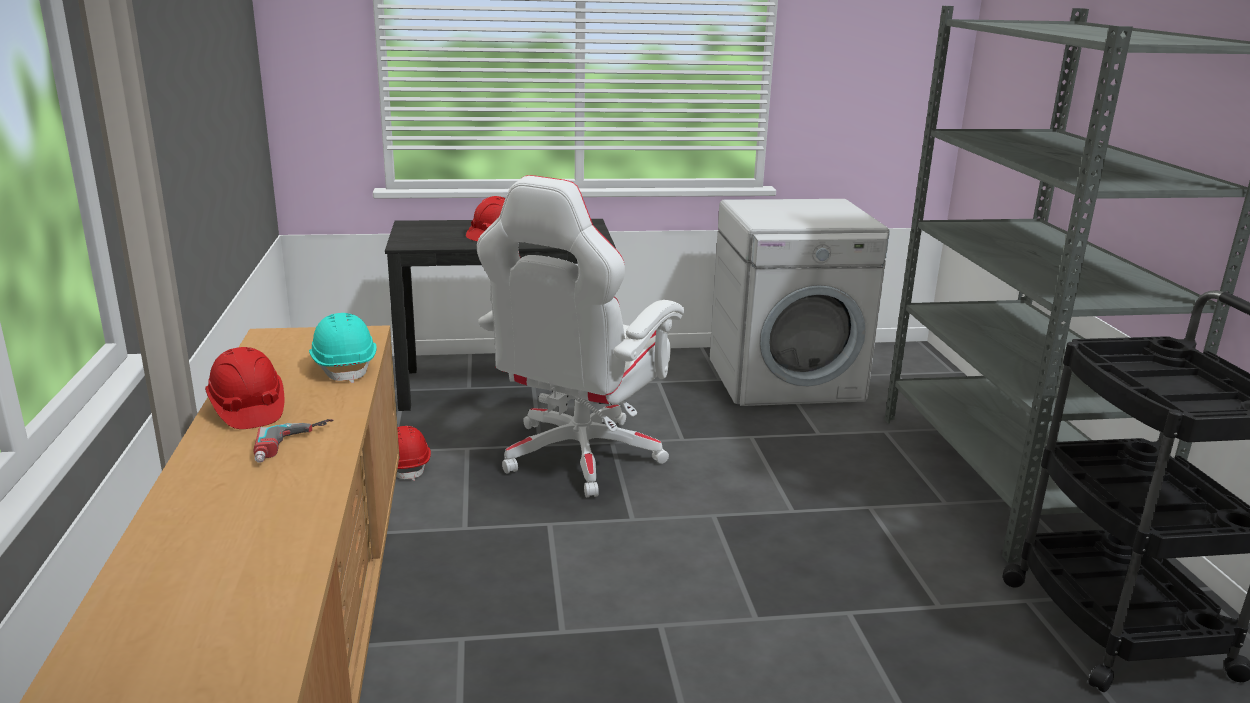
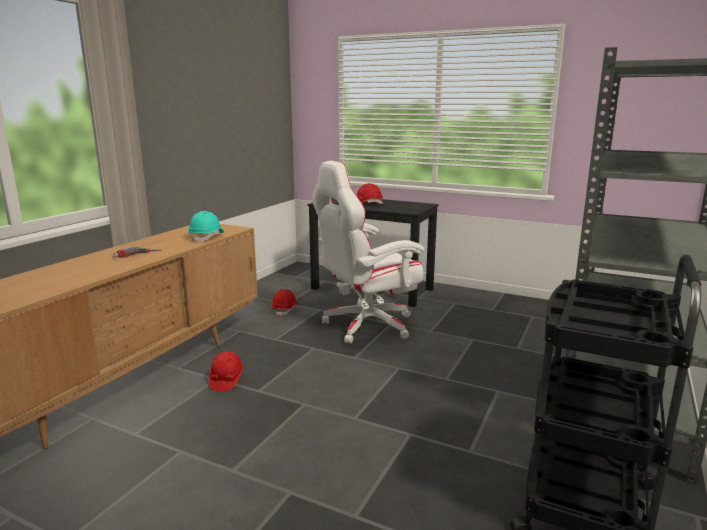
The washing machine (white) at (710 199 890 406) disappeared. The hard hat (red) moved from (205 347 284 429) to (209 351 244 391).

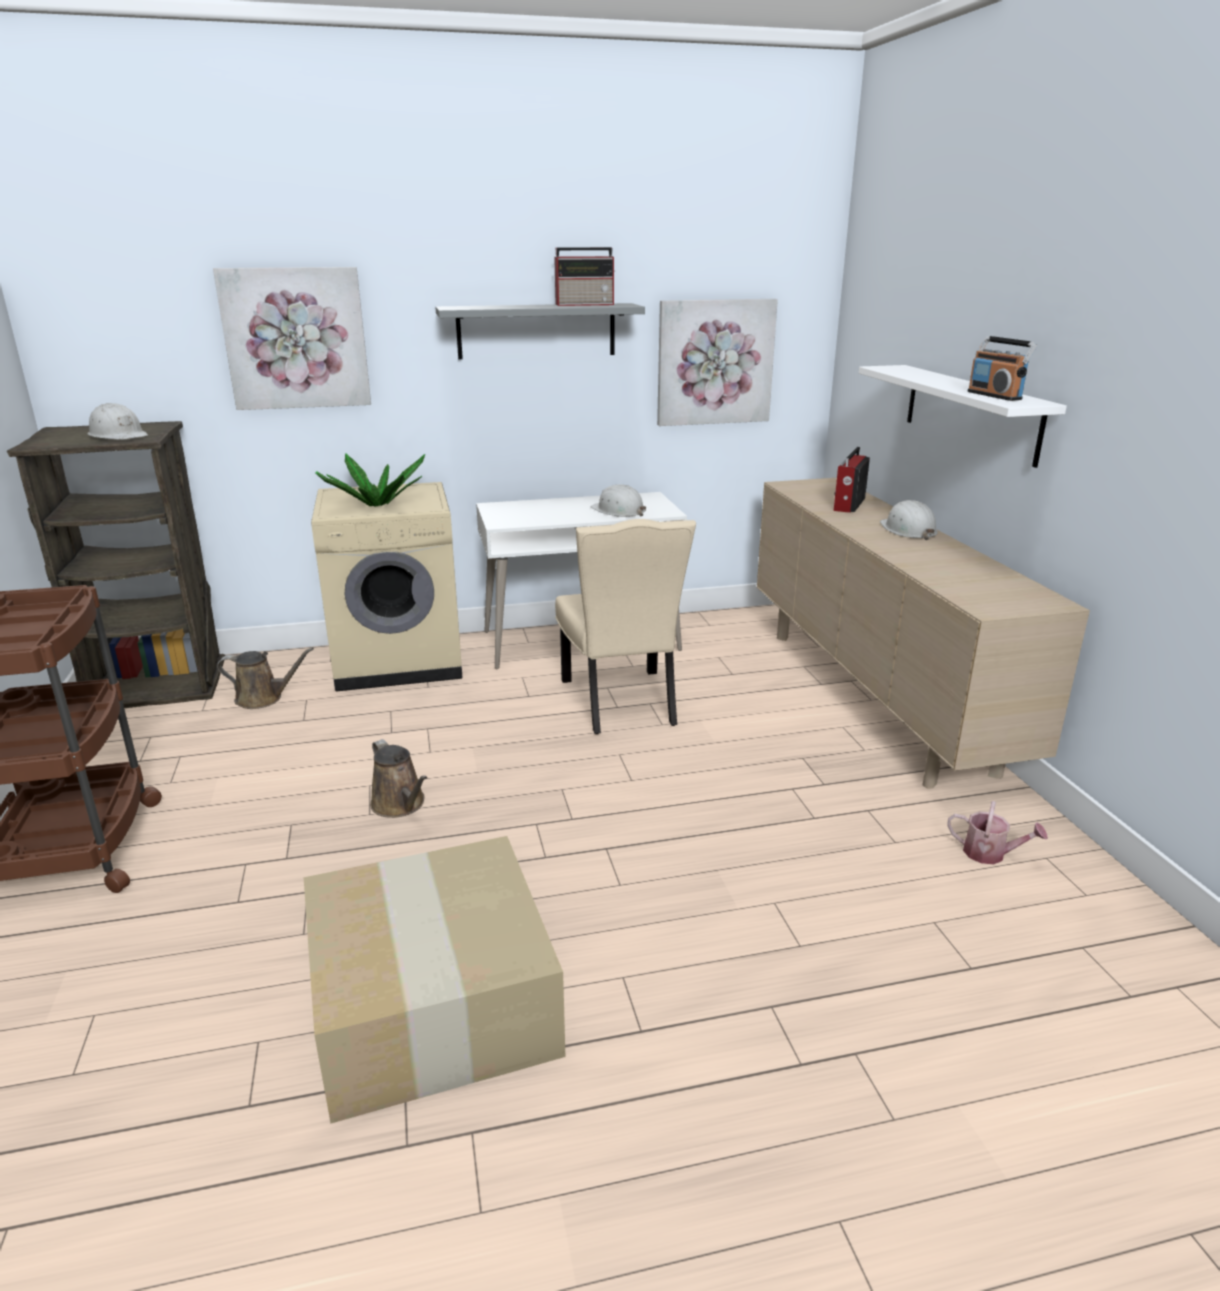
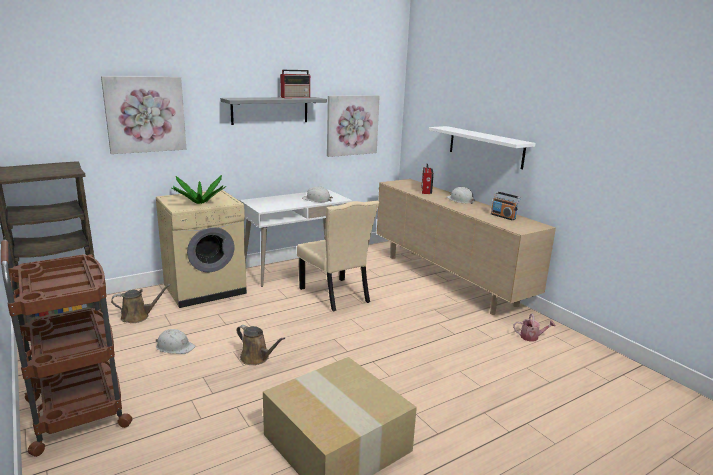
The radio moved from (967 336 1037 401) to (491 191 521 220). The hard hat (white) moved from (88 403 148 440) to (156 329 195 354).

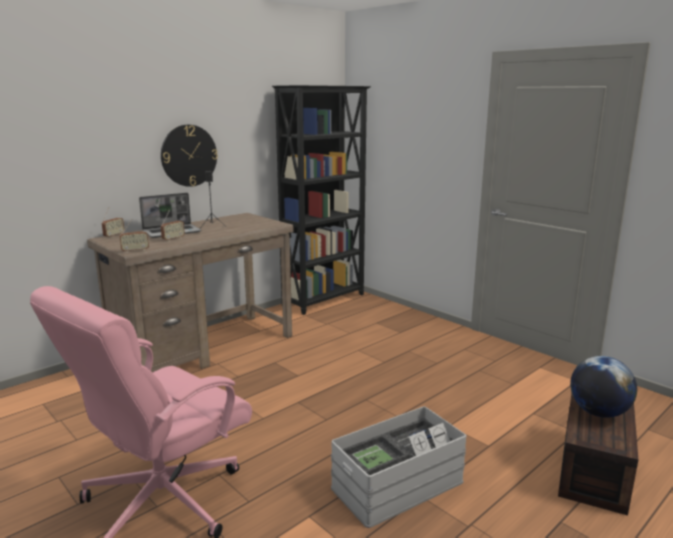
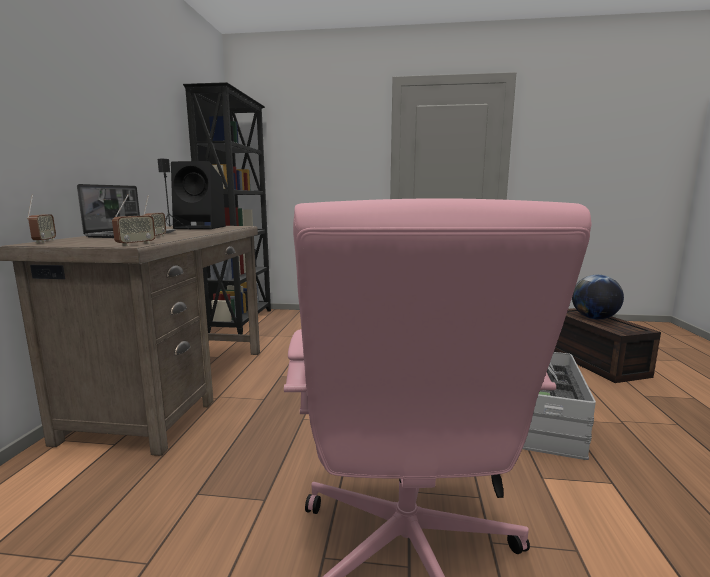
The wall clock at (161 125 218 187) disappeared. The speaker (black) at (171 161 226 229) appeared.

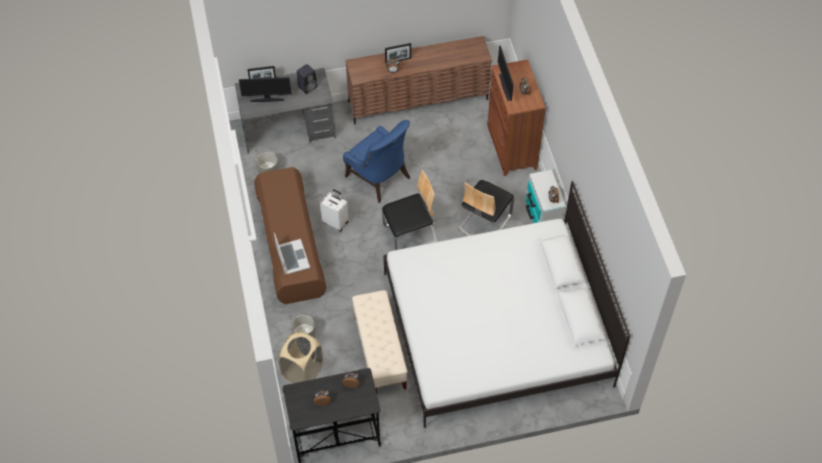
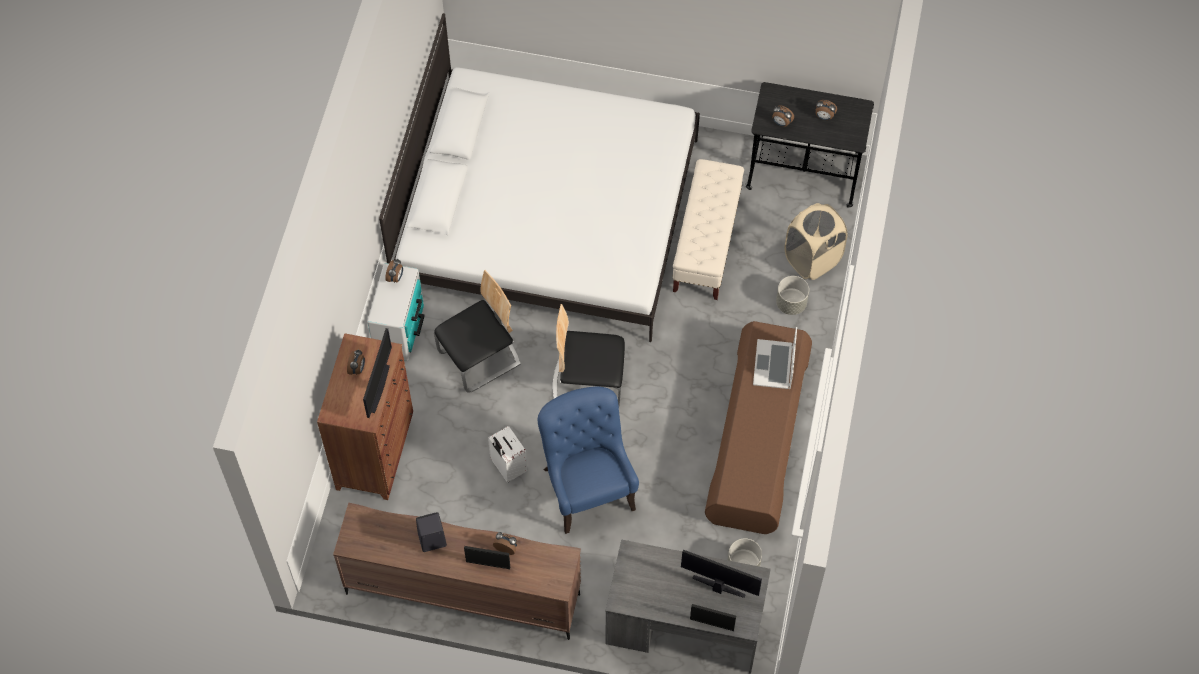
The speaker (black) moved from (297 64 317 94) to (416 512 447 552). The suitcase (white) moved from (320 189 348 232) to (488 426 527 483).

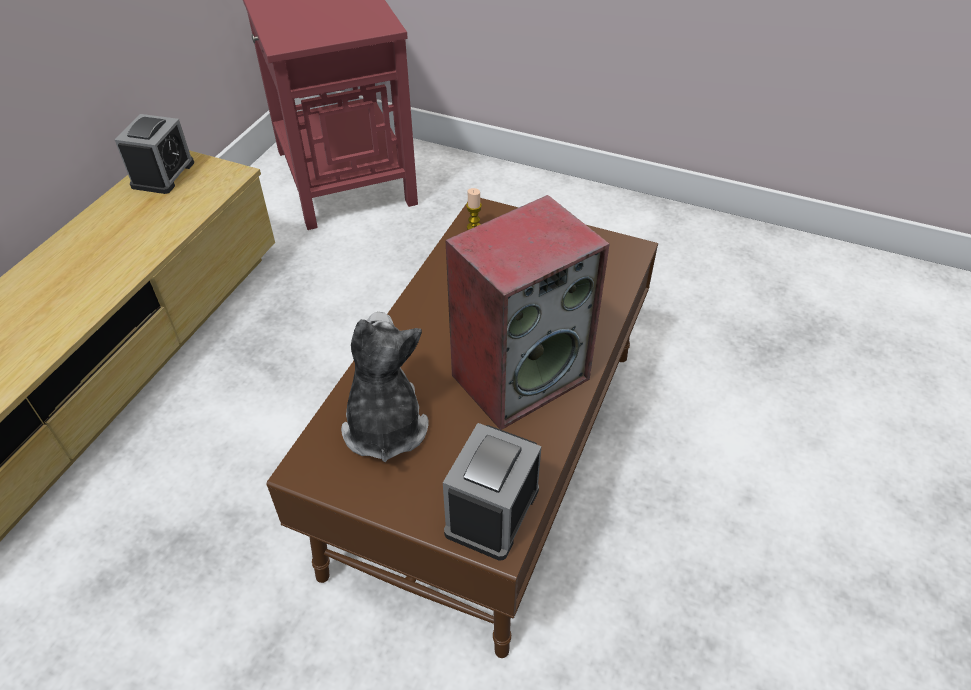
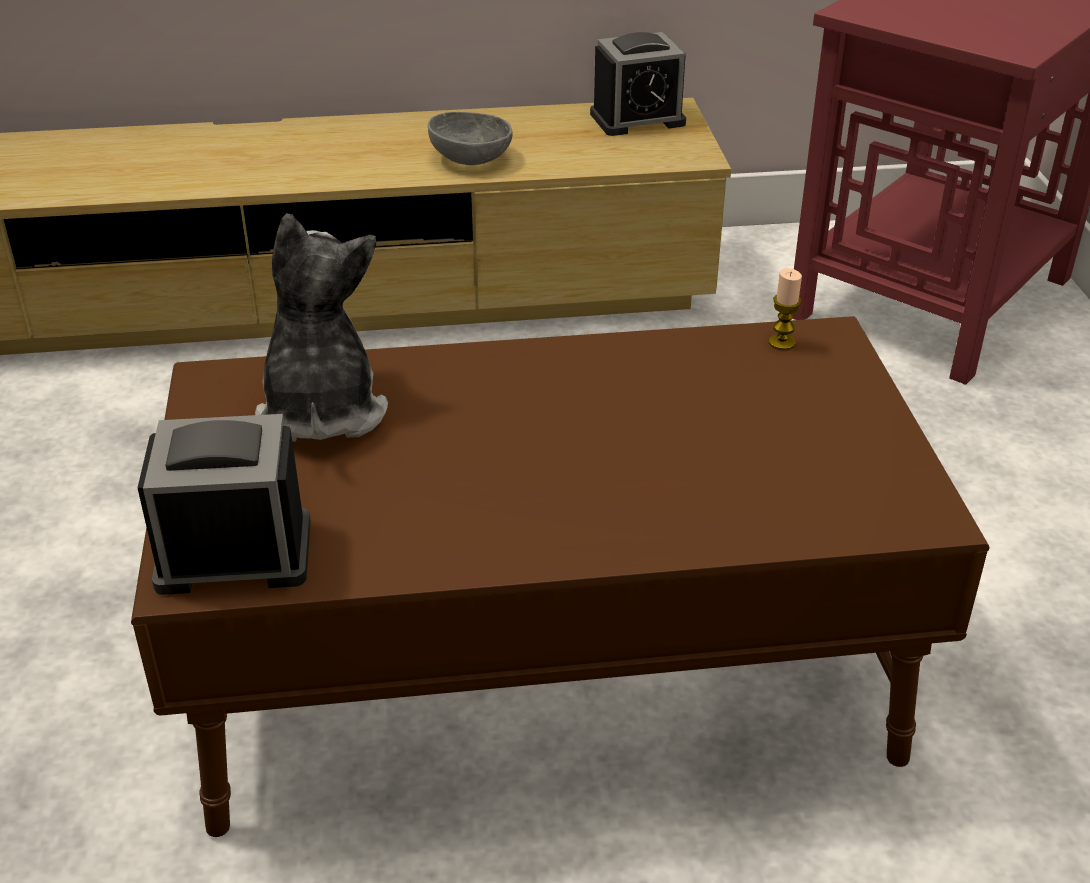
The speaker at (445 195 610 430) disappeared. The plush toy at (341 312 429 462) turned 60 degrees counterclockwise. The bowl (grey) at (428 112 513 165) appeared.

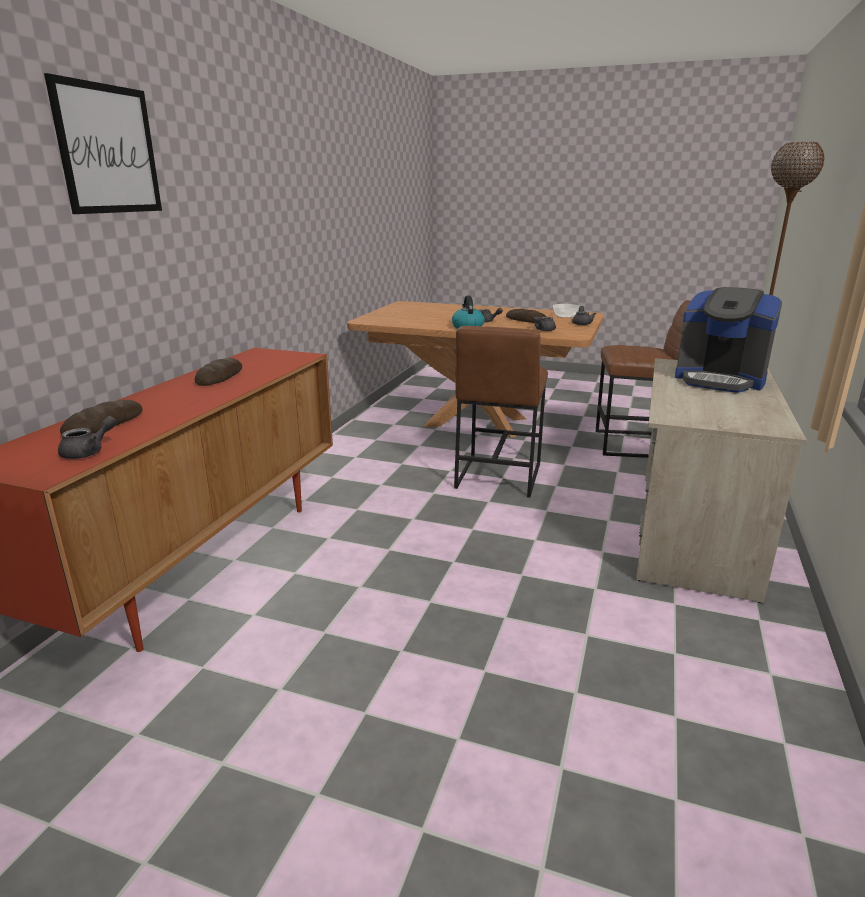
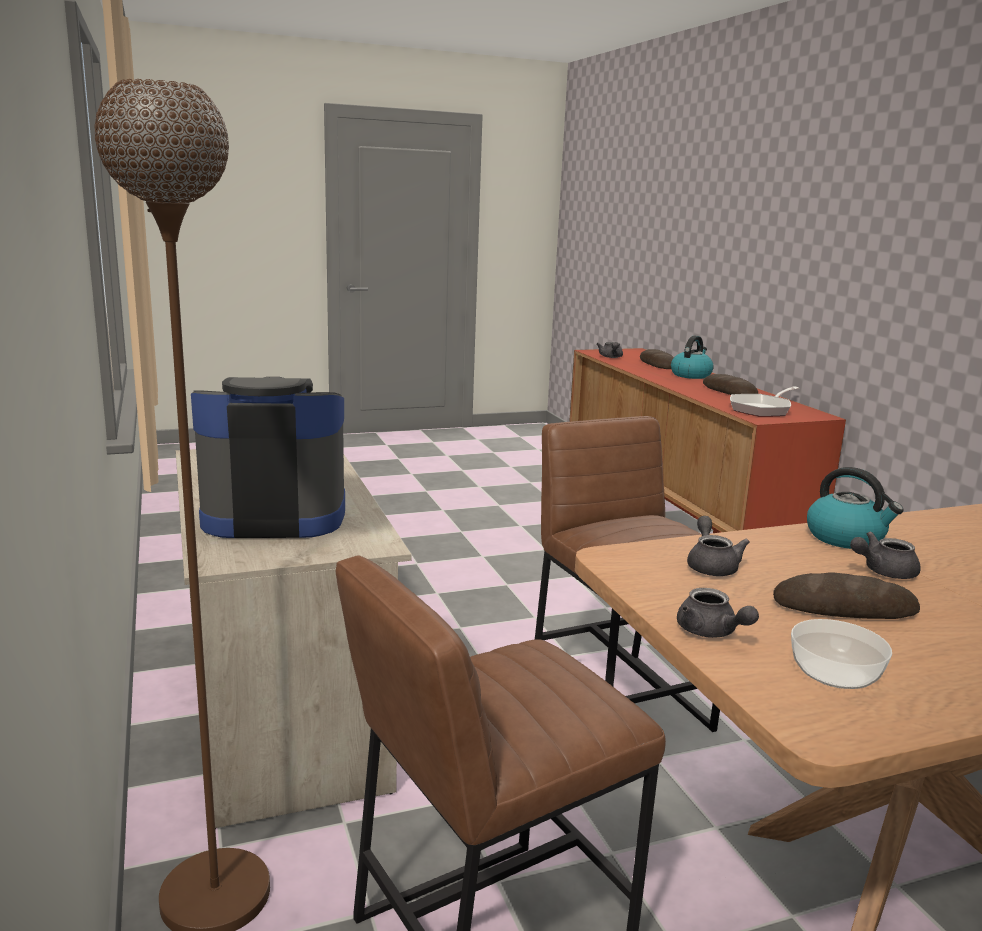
The picture at (44 73 162 214) disappeared. The kettle at (671 336 714 379) appeared. The frying pan at (730 386 799 417) appeared.

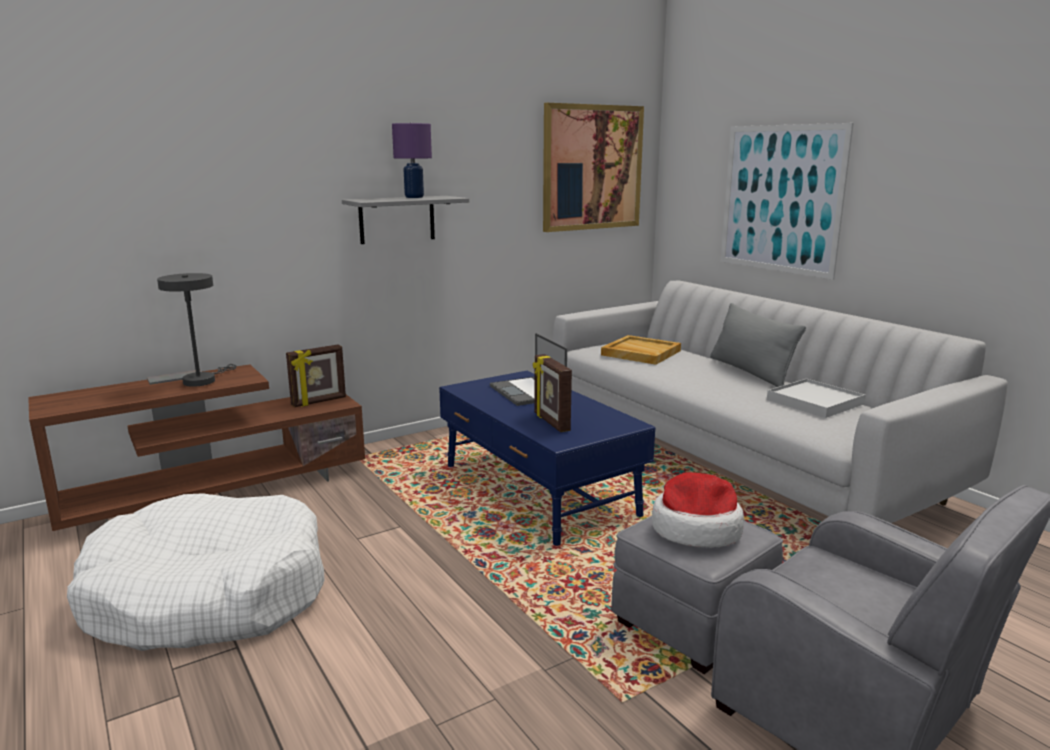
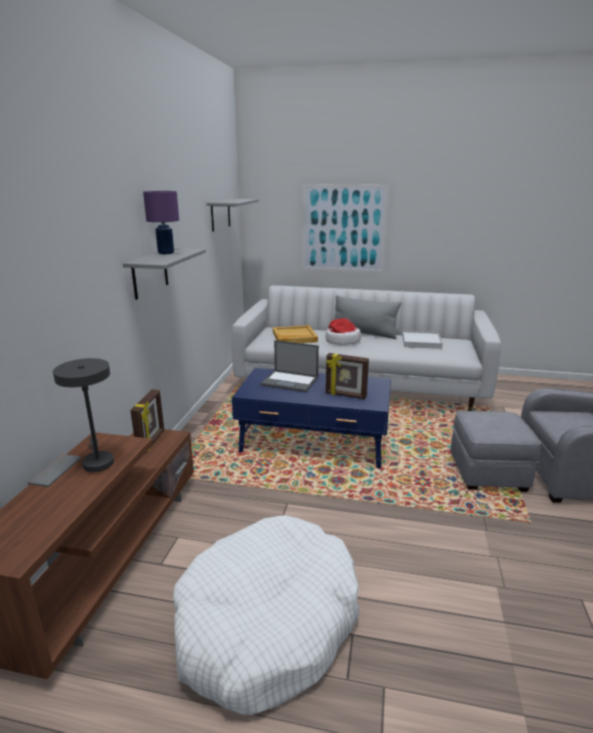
The picture at (543 103 644 232) was replaced by the shelf (grey) at (207 199 259 232). The hat moved from (652 472 744 548) to (325 318 361 345).

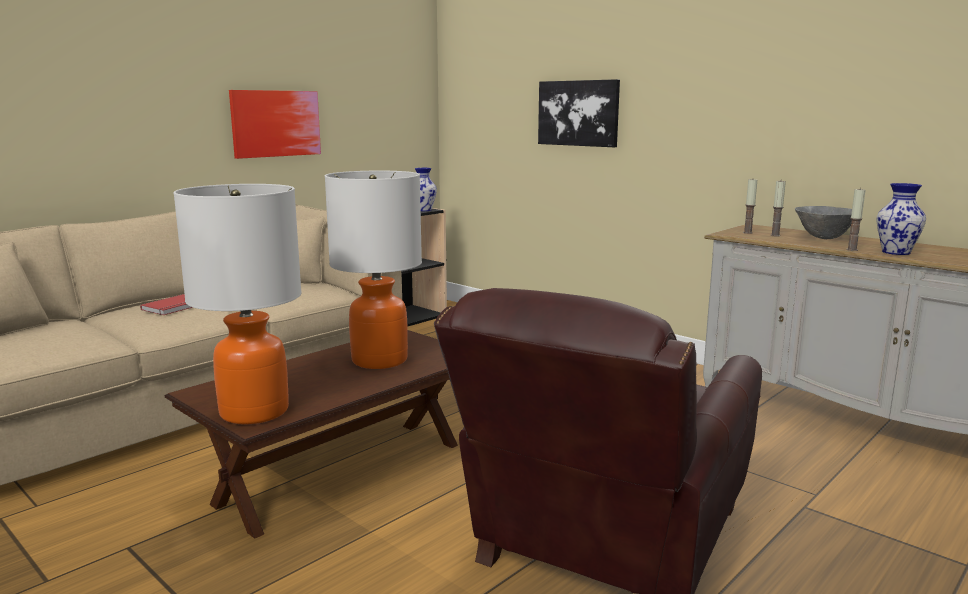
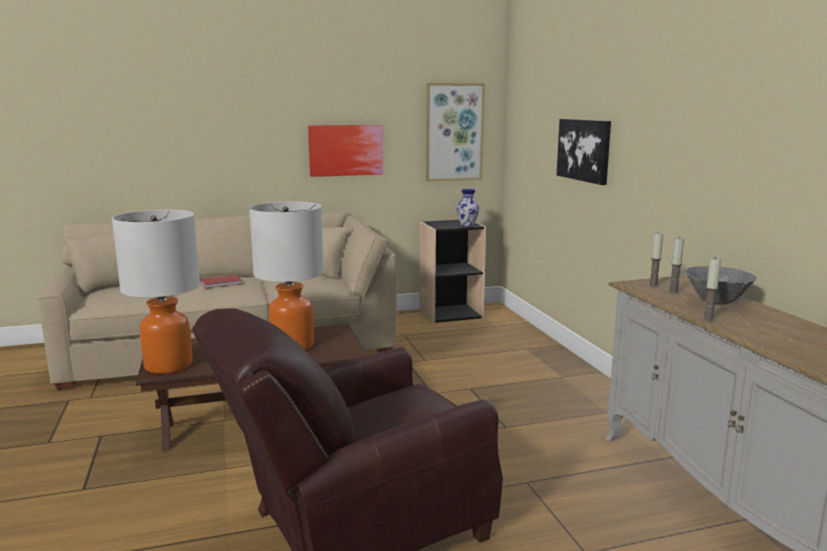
The vase at (876 183 926 255) disappeared. The picture at (426 83 485 181) appeared.

